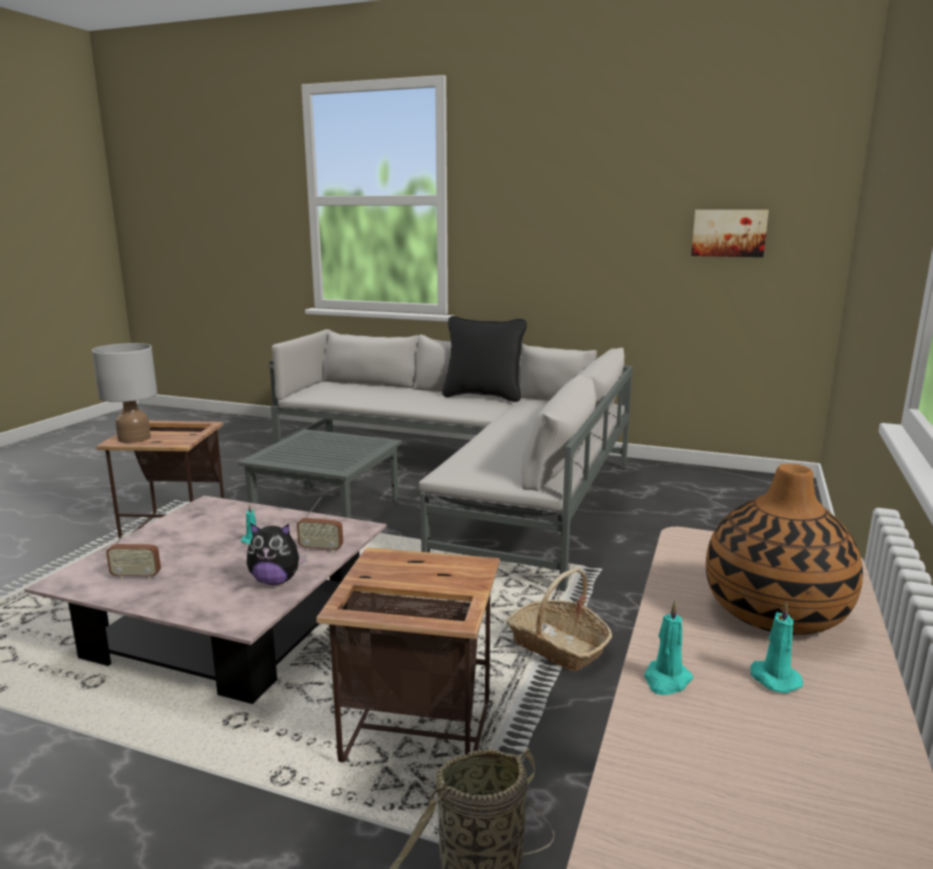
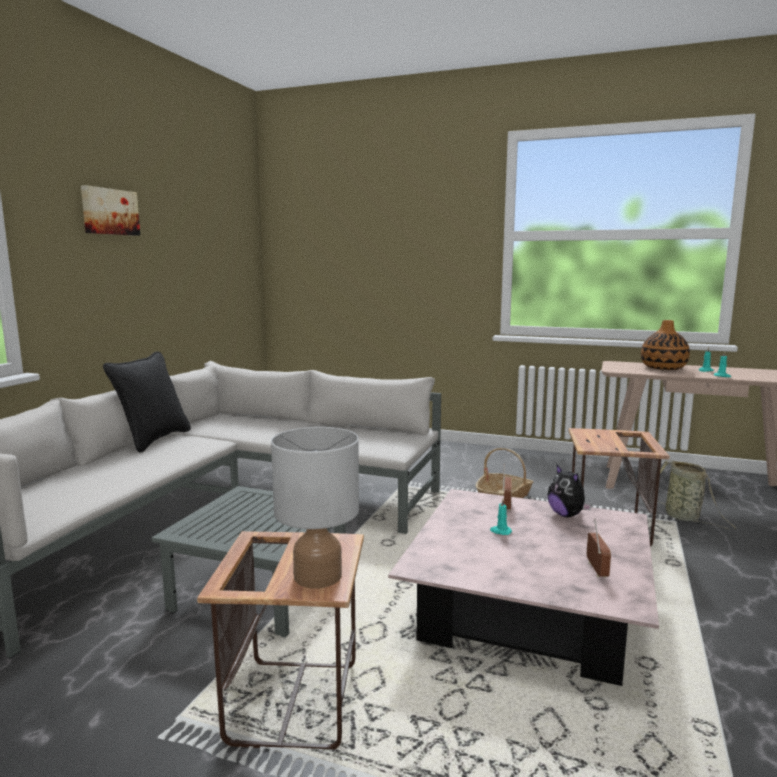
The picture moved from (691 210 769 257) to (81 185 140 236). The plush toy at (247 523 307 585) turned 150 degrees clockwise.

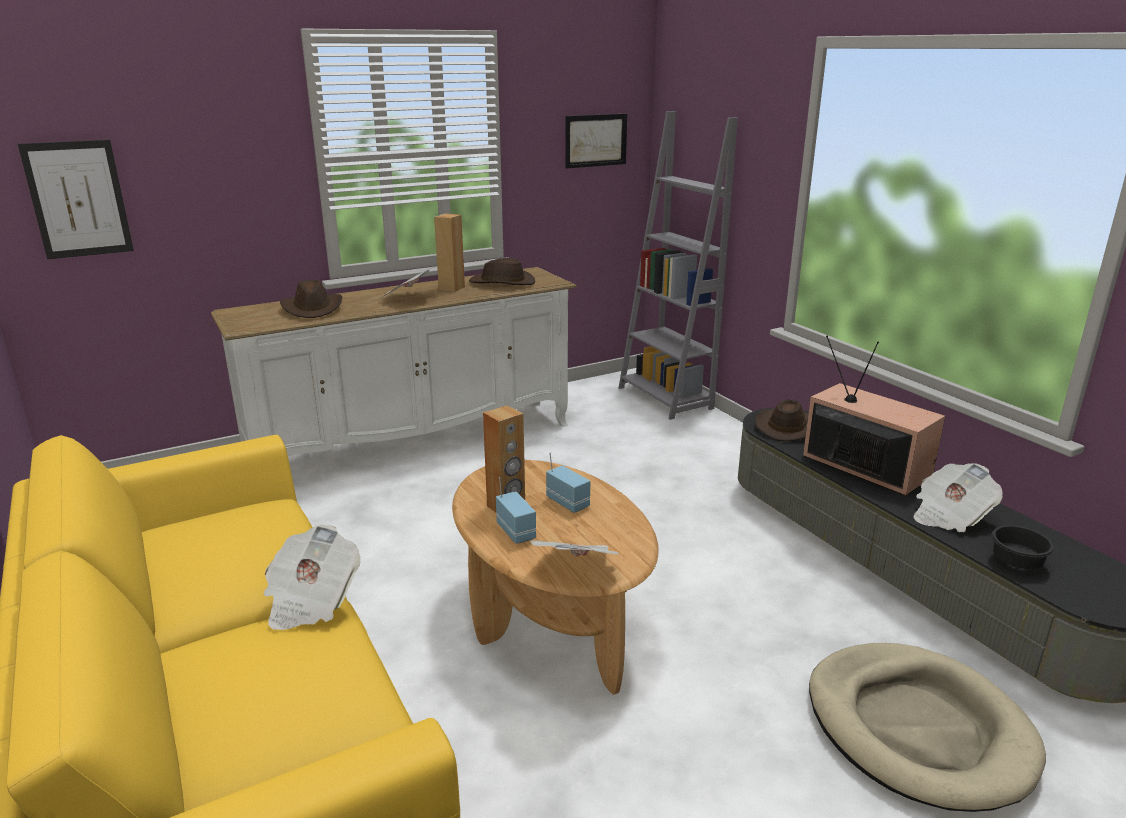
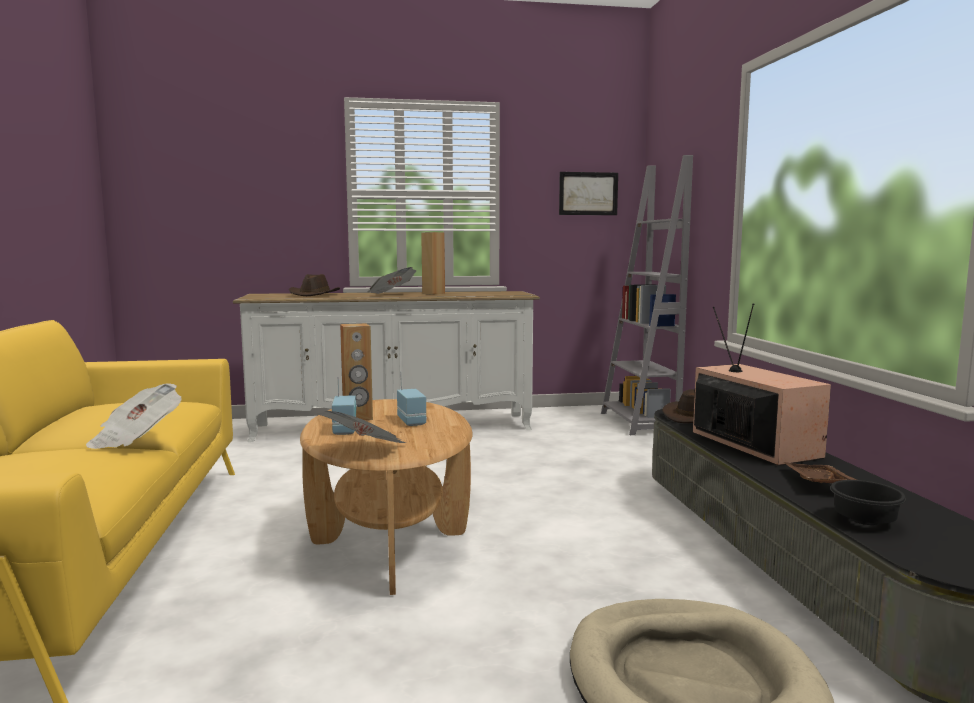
The picture at (18 140 134 259) disappeared. The hat (brown) at (469 258 535 285) disappeared. The newspaper at (913 463 1003 532) was replaced by the tray (brown) at (784 462 857 483).

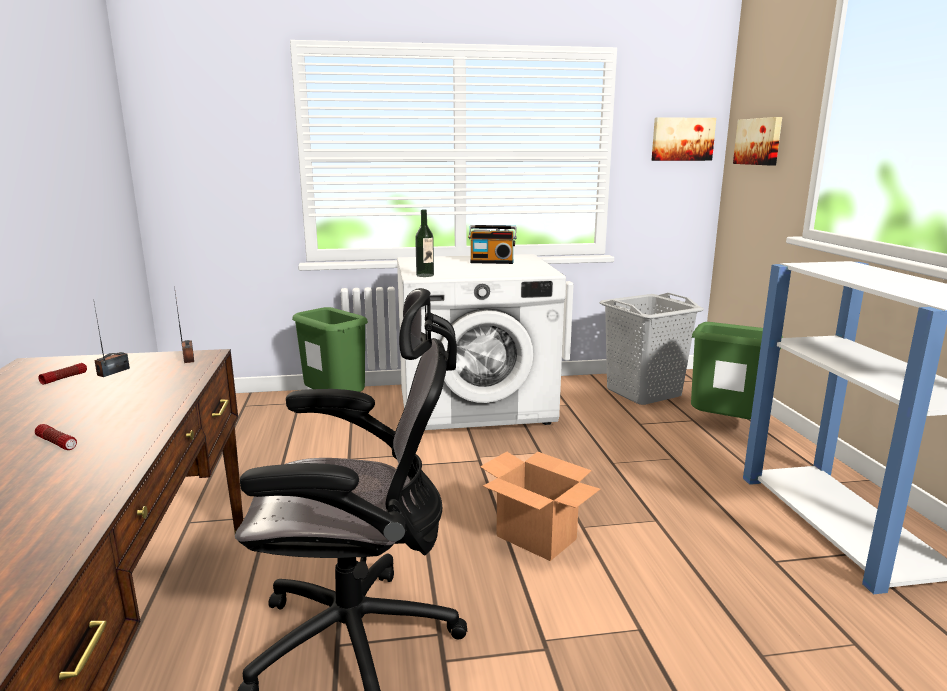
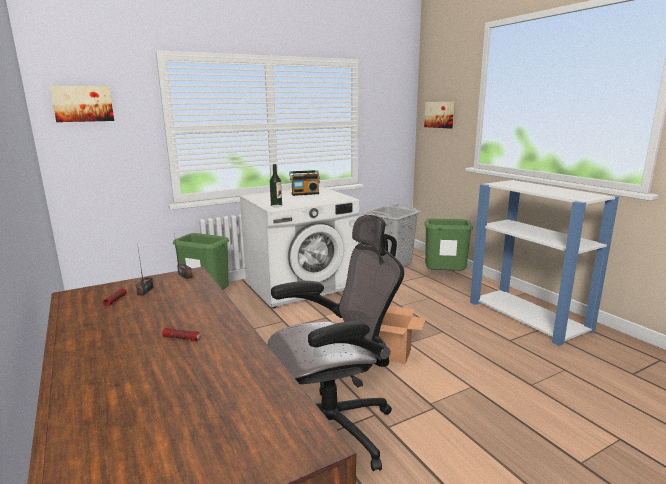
The picture moved from (651 117 716 161) to (50 86 114 122).

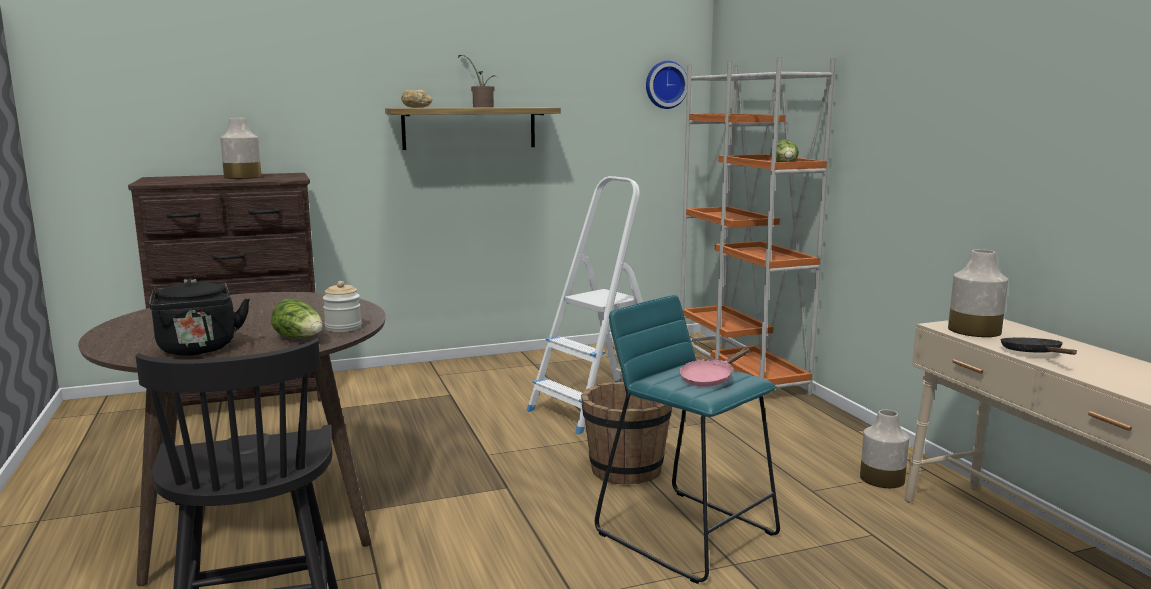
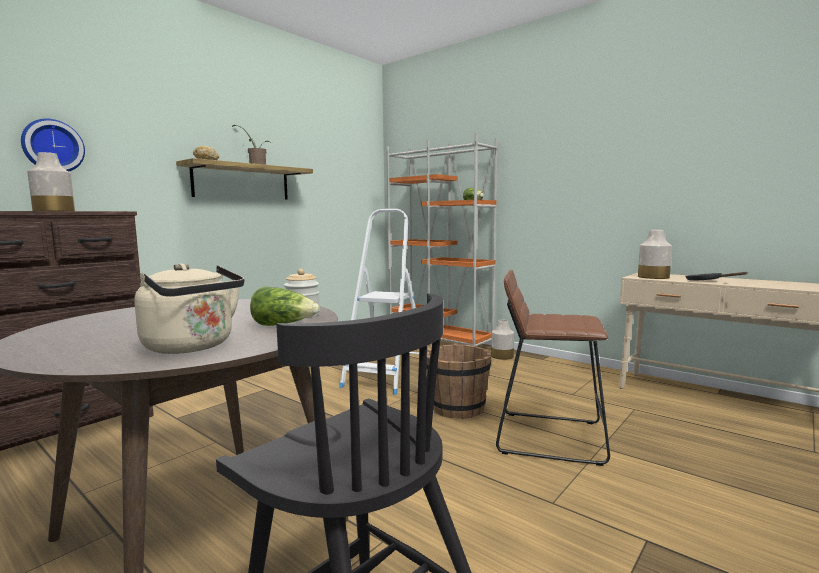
The wall clock moved from (646 61 687 109) to (21 119 85 172). The kettle (black) at (149 278 250 355) became the kettle (beige) at (134 263 244 354). The stool (turquoise) at (595 295 780 584) became the stool (brown) at (496 270 610 466). The frying pan (pink) at (679 348 750 387) disappeared. The vase (beige) moved from (860 409 909 488) to (491 319 514 360).

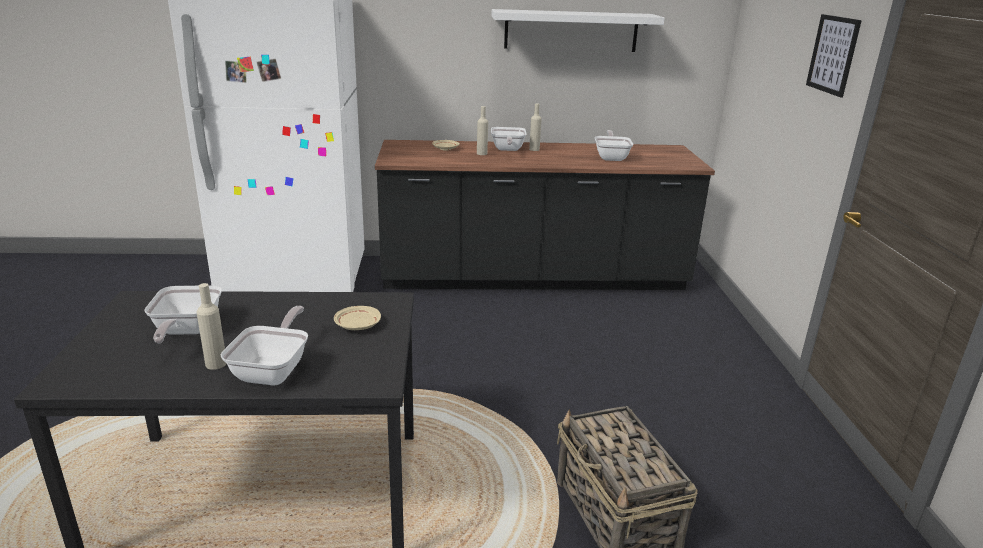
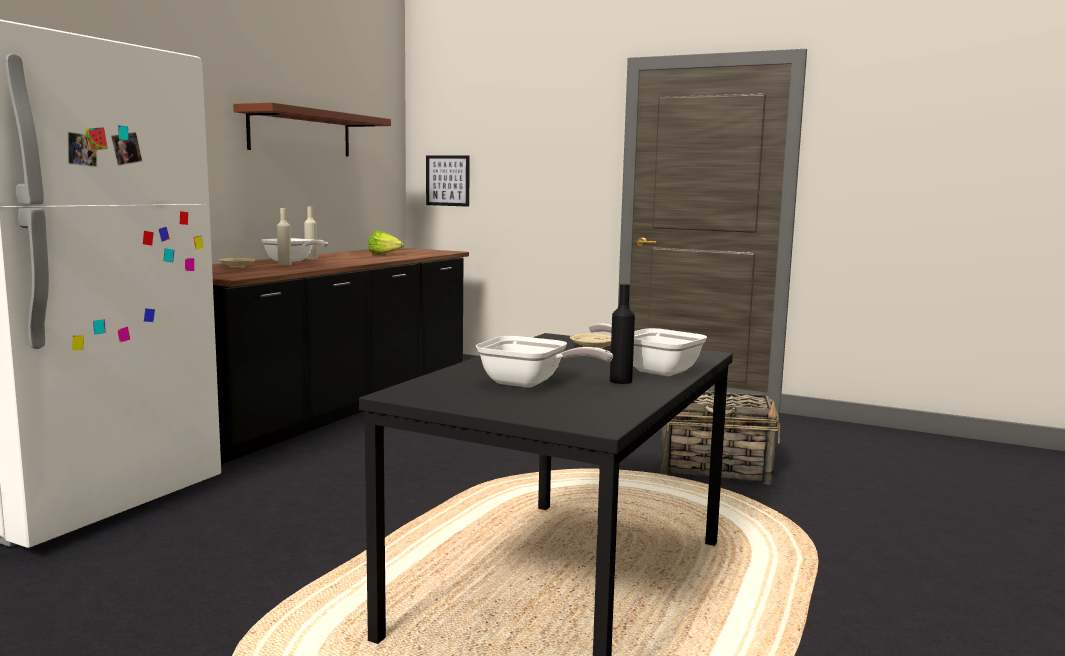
The shelf (white) at (491 9 665 52) became the shelf (brown) at (233 103 391 156). The picture moved from (806 14 862 97) to (426 155 470 207). The frying pan at (595 130 633 161) was replaced by the lettuce at (368 231 404 255). The bottle (beige) at (196 283 227 370) became the bottle (black) at (610 284 635 384).

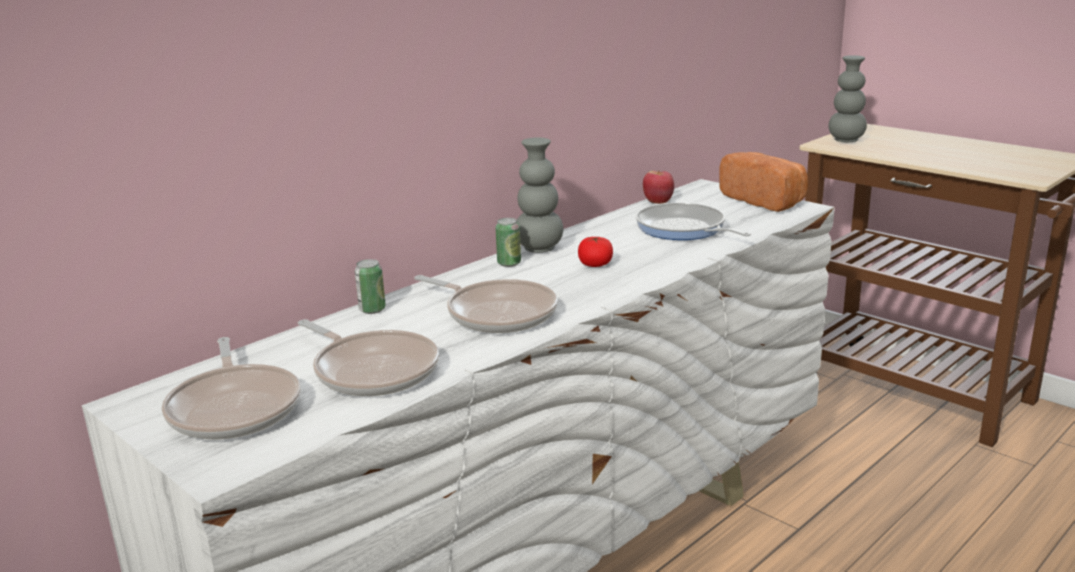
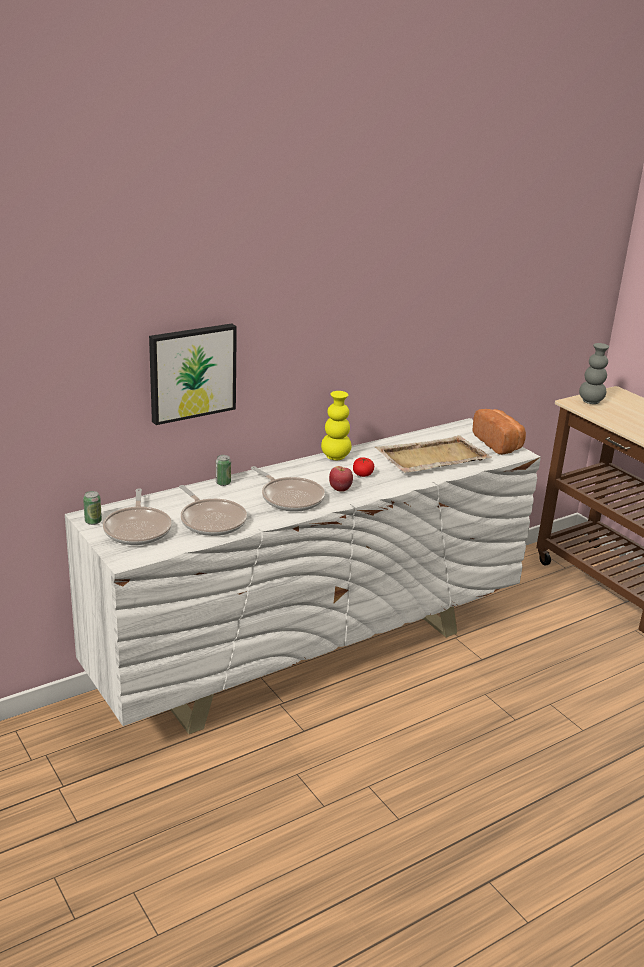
The vase (grey) at (517 138 563 253) became the vase (yellow) at (321 391 351 460). The apple moved from (643 170 674 204) to (329 466 353 492). The frying pan at (636 203 751 240) was replaced by the tray (beige) at (375 435 492 473). The can moved from (496 218 521 267) to (83 491 102 525). The picture at (149 323 237 425) appeared.

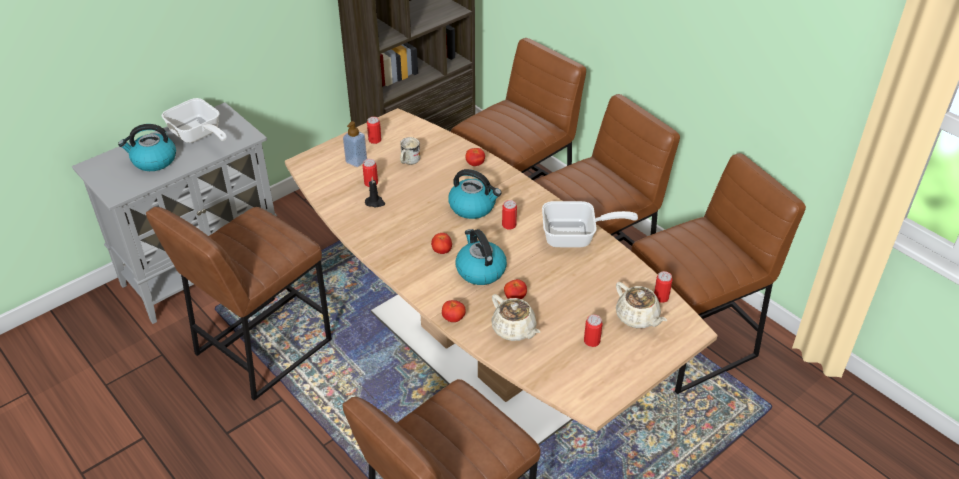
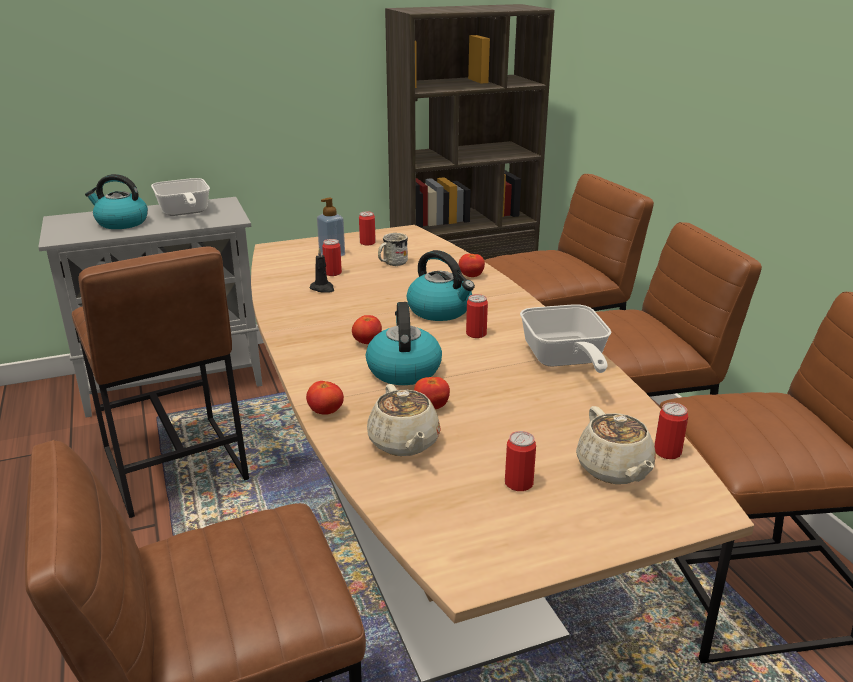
The frying pan at (542 201 638 247) turned 60 degrees clockwise. The chair (brown) at (146 207 332 401) turned 90 degrees counterclockwise.

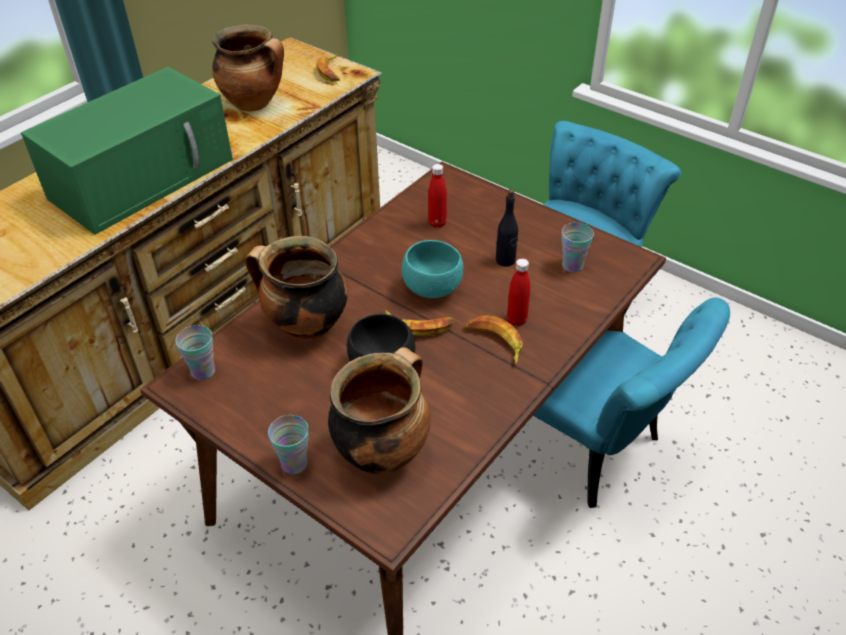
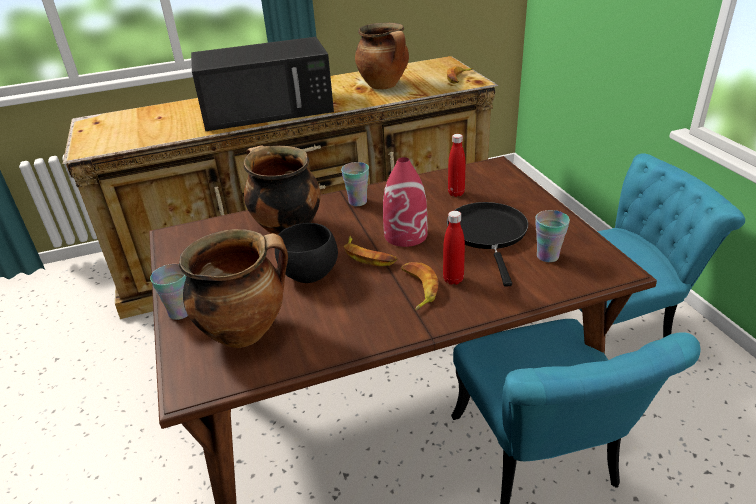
The microwave (green) at (21 67 233 235) became the microwave (black) at (191 37 334 131). The bottle (black) at (496 189 518 267) was replaced by the frying pan (black) at (447 202 528 287). The bowl (turquoise) at (402 240 463 298) was replaced by the vase (red) at (383 157 428 247). The cup moved from (175 325 215 380) to (341 162 369 206).

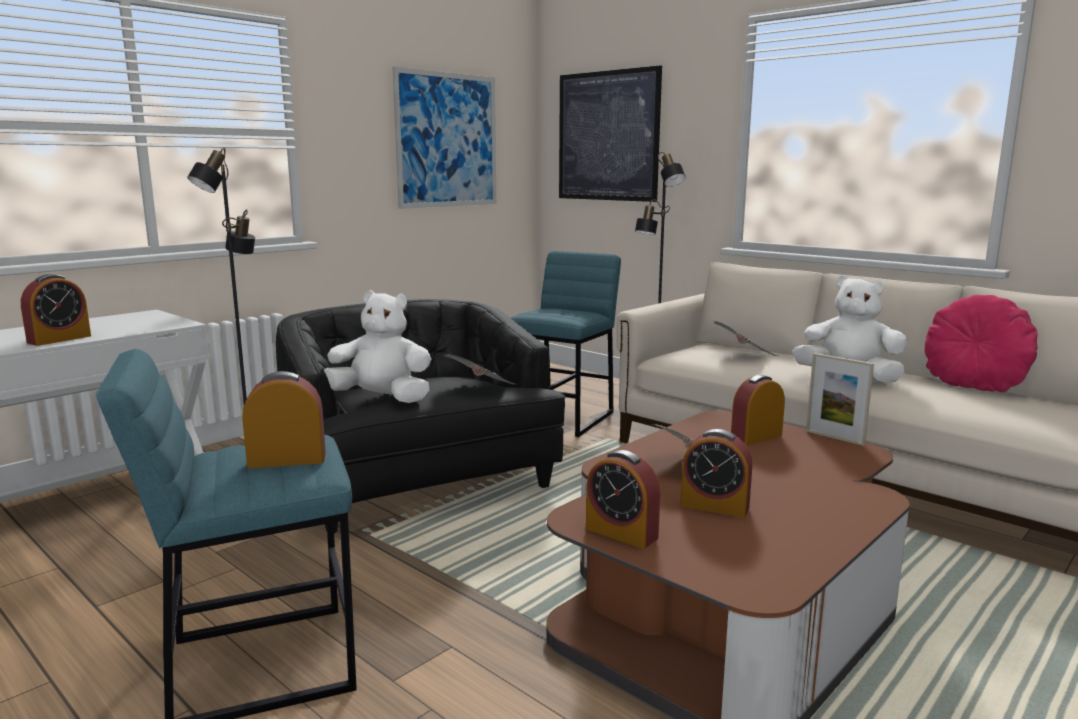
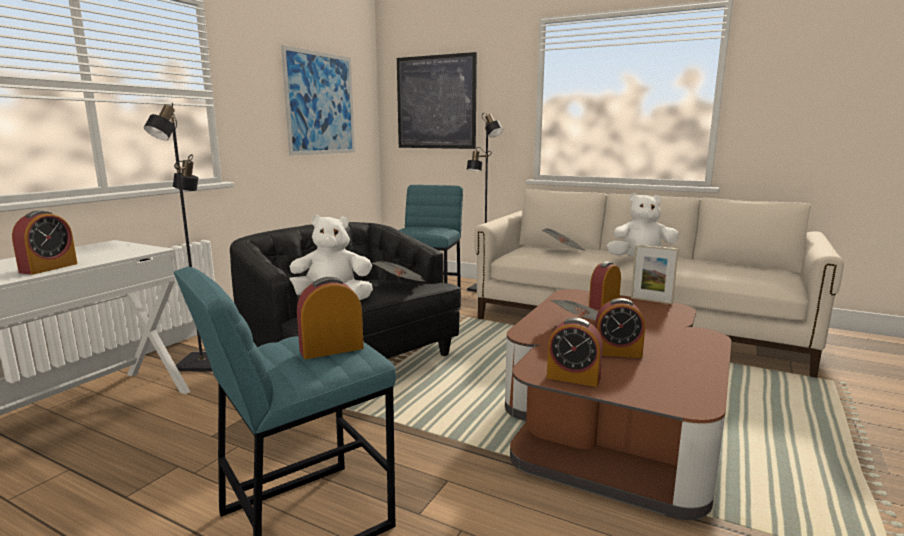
The pillow (pink) at (925 295 1038 392) disappeared.

